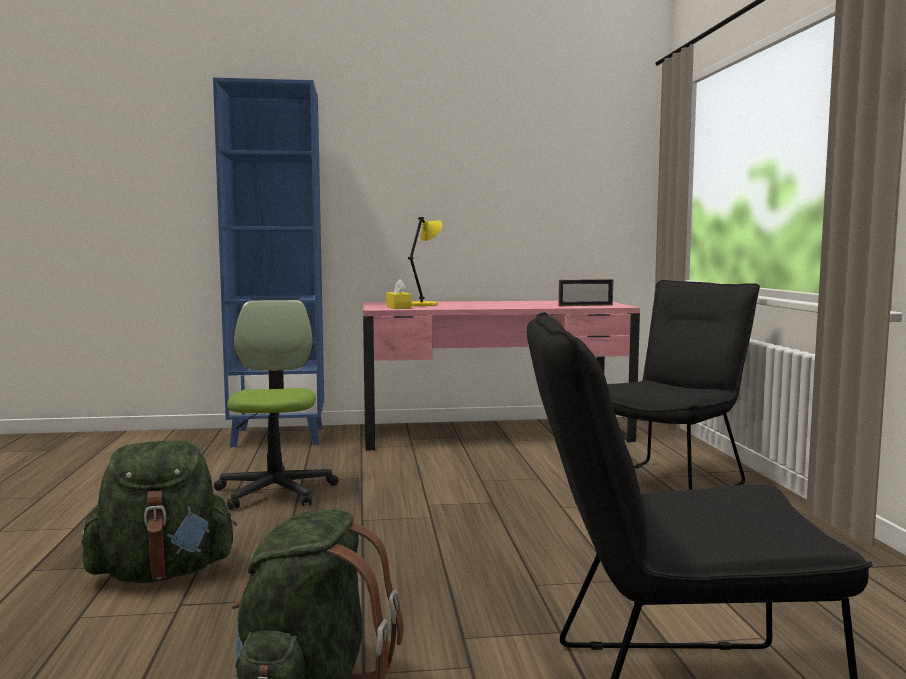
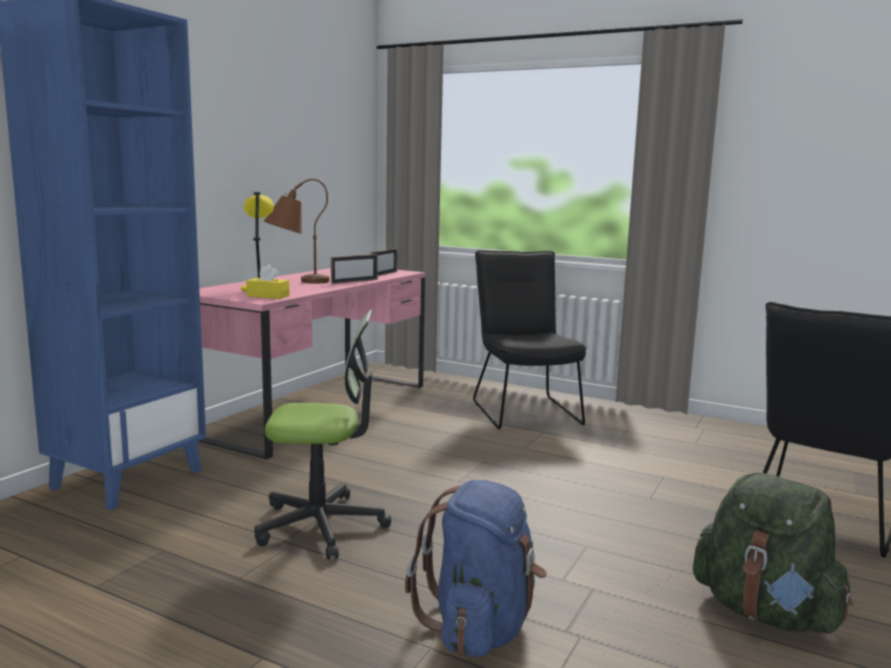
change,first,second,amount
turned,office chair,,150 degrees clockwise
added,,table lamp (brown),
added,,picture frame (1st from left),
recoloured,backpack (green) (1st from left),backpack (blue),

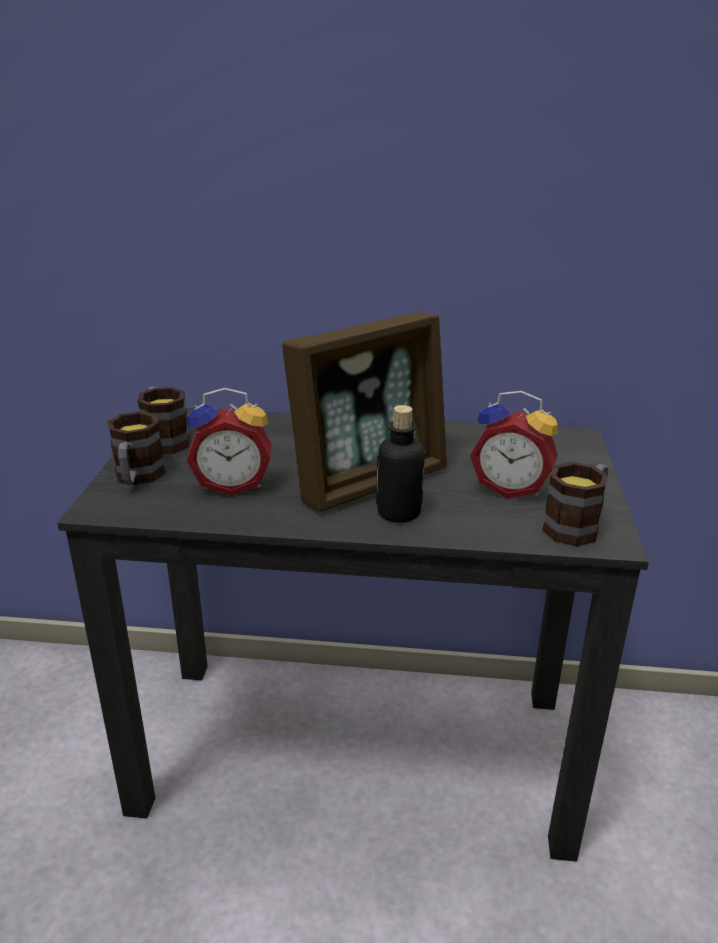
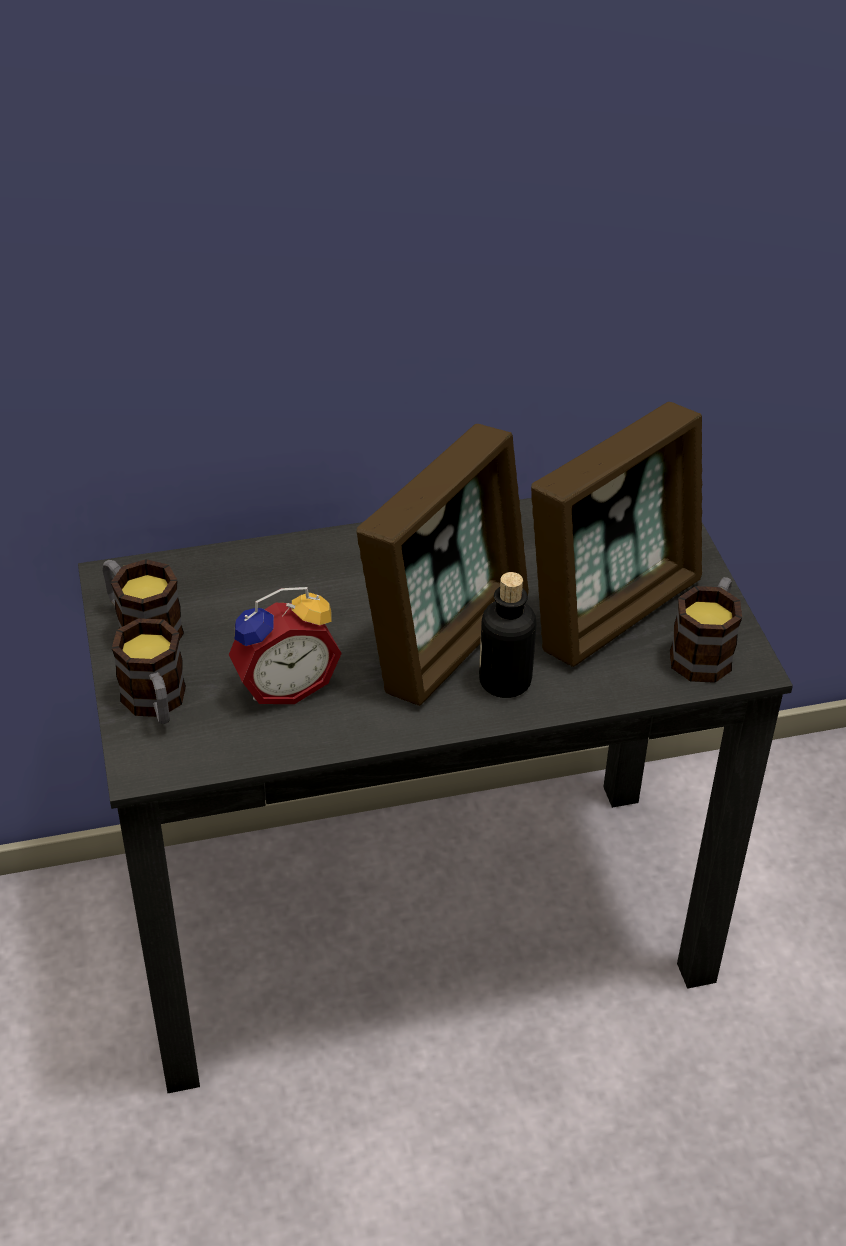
change,first,second,amount
replaced,alarm clock (2nd from left),picture frame (2nd from left),

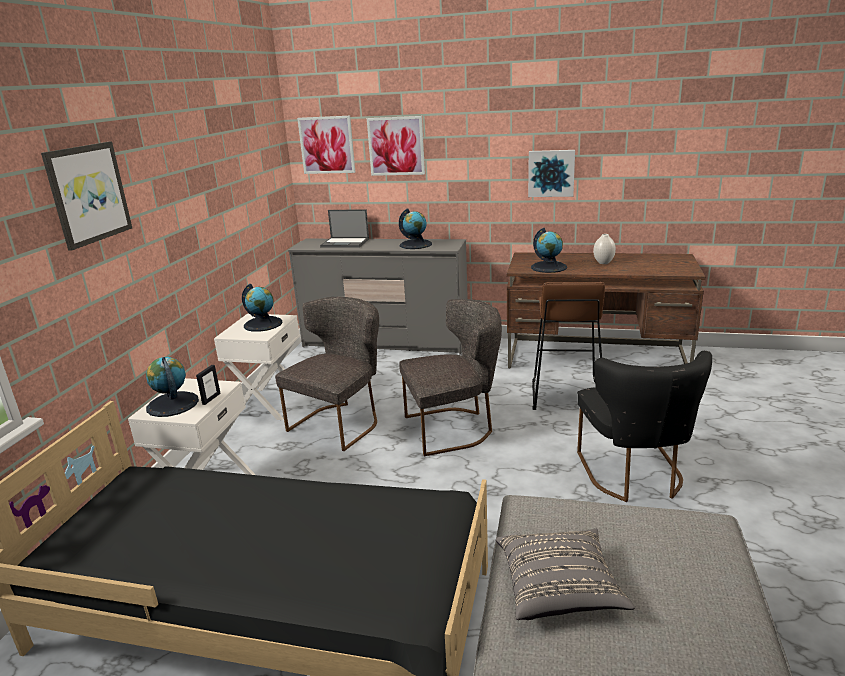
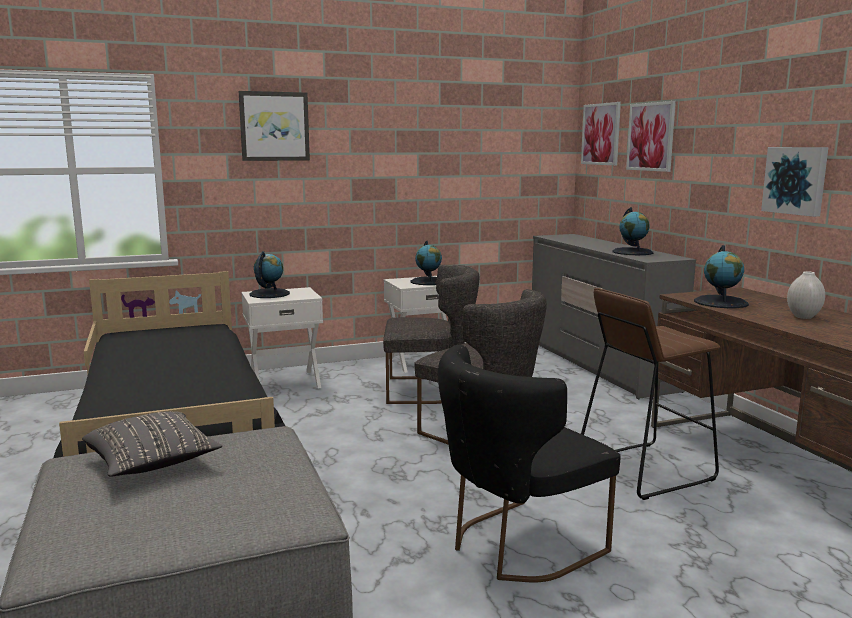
change,first,second,amount
removed,picture frame,,
removed,laptop,,

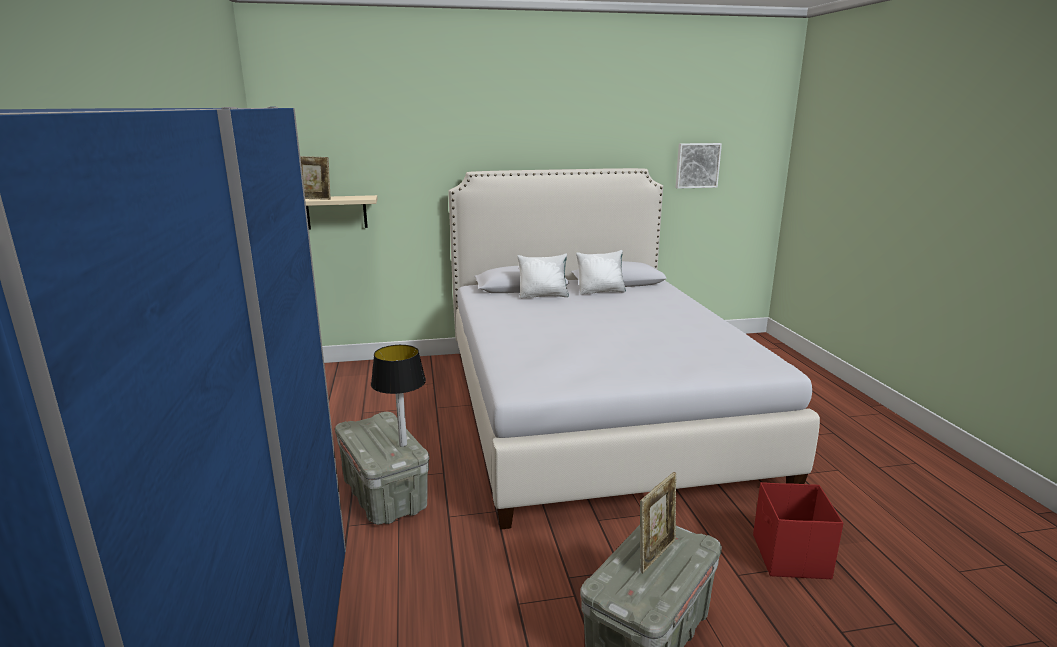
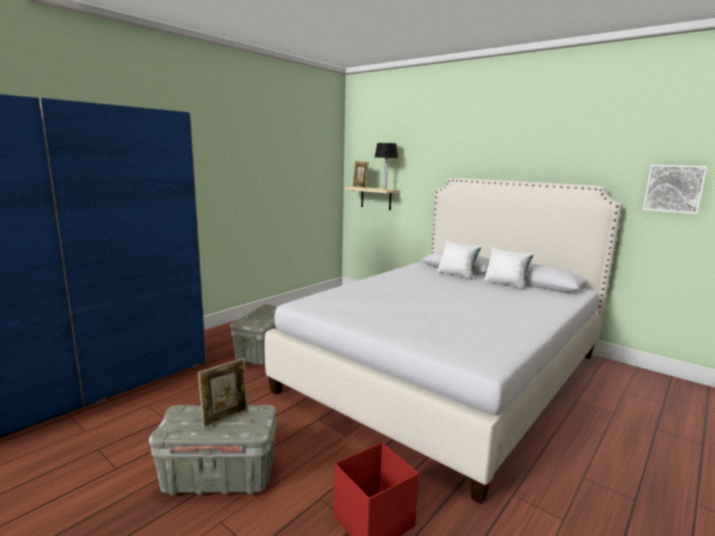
change,first,second,amount
turned,picture frame (2nd from left in the first image),picture frame (1st from left),45 degrees counterclockwise
moved,table lamp,,

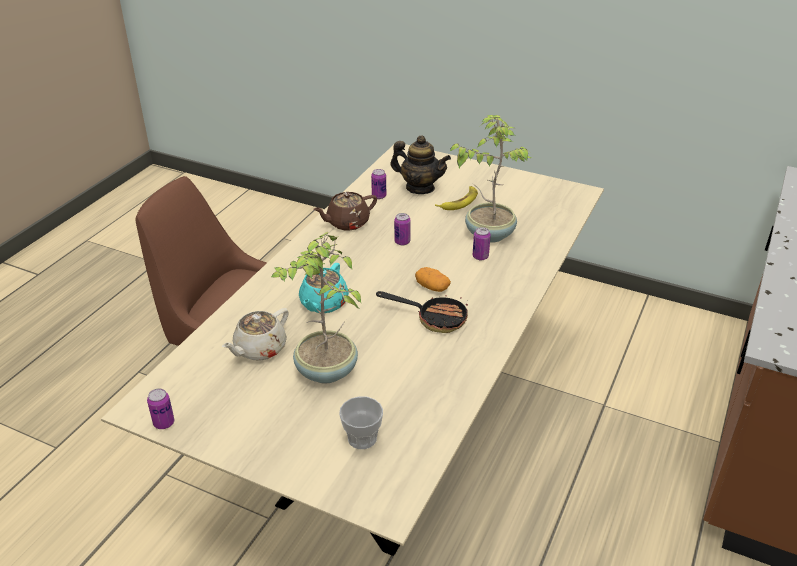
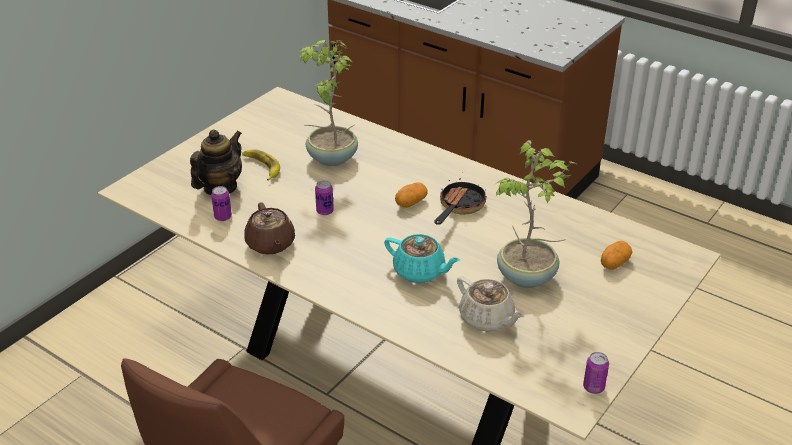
change,first,second,amount
replaced,cup,potato (2nd from left),
removed,can (4th from left),,

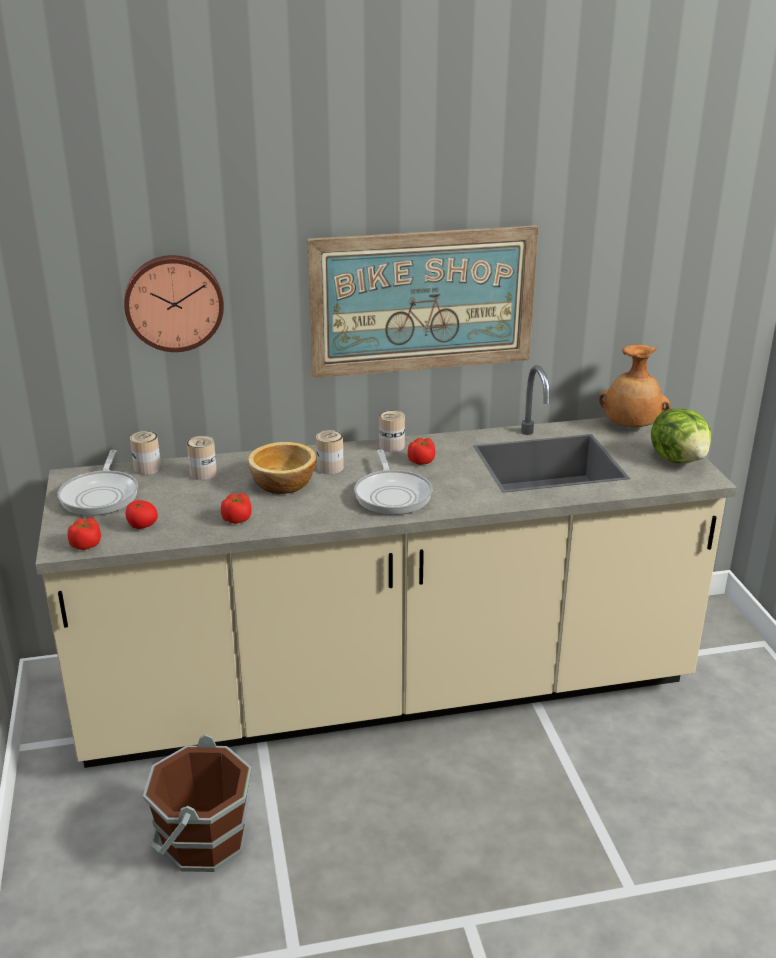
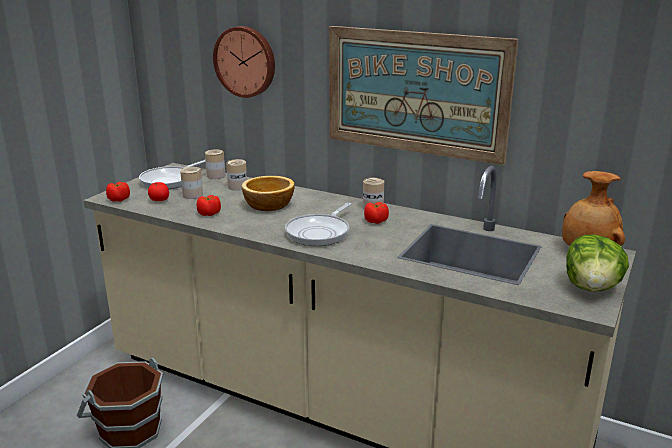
change,first,second,amount
moved,can (3rd from left in the first image),can (1st from left),

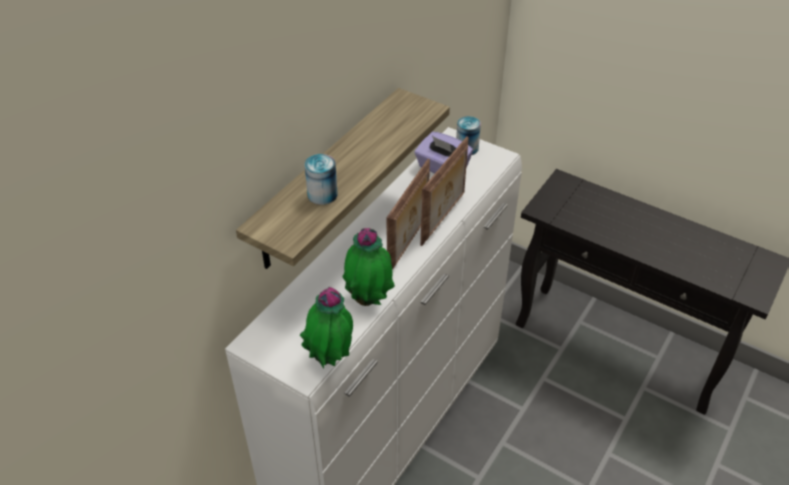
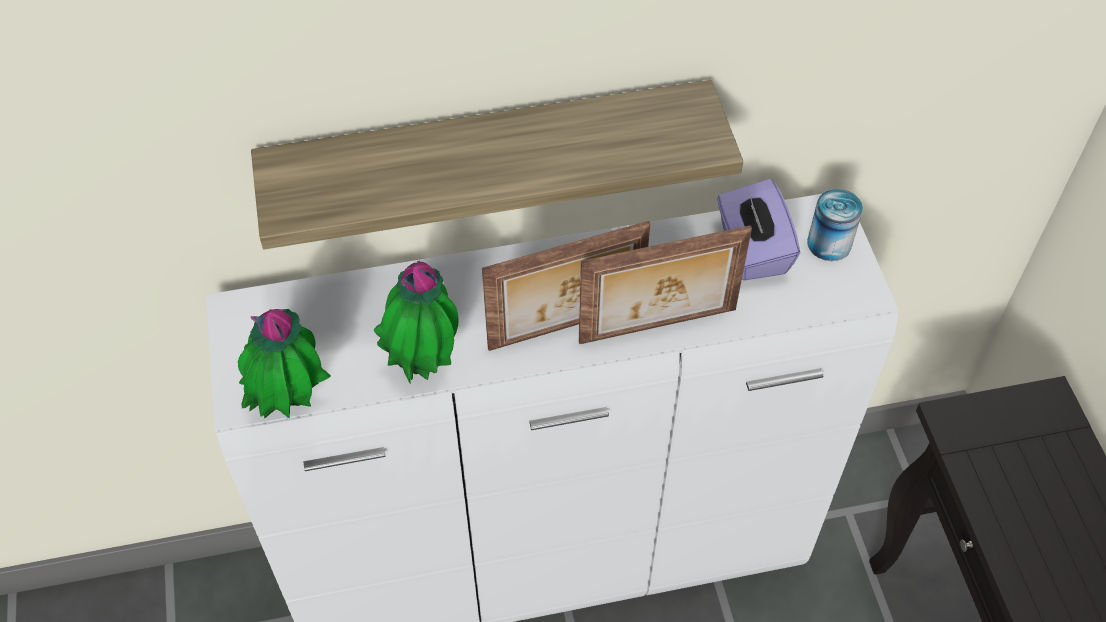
change,first,second,amount
removed,can (1st from left),,

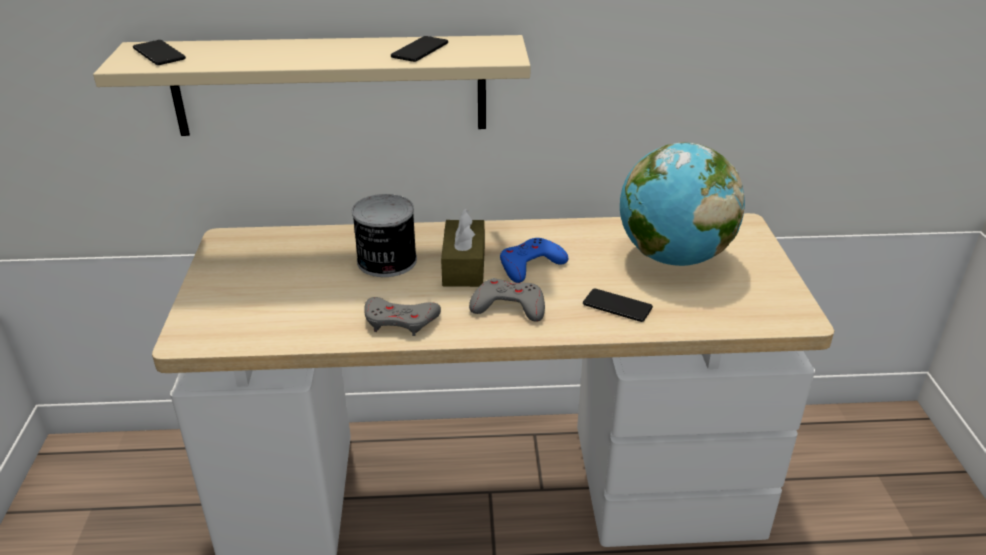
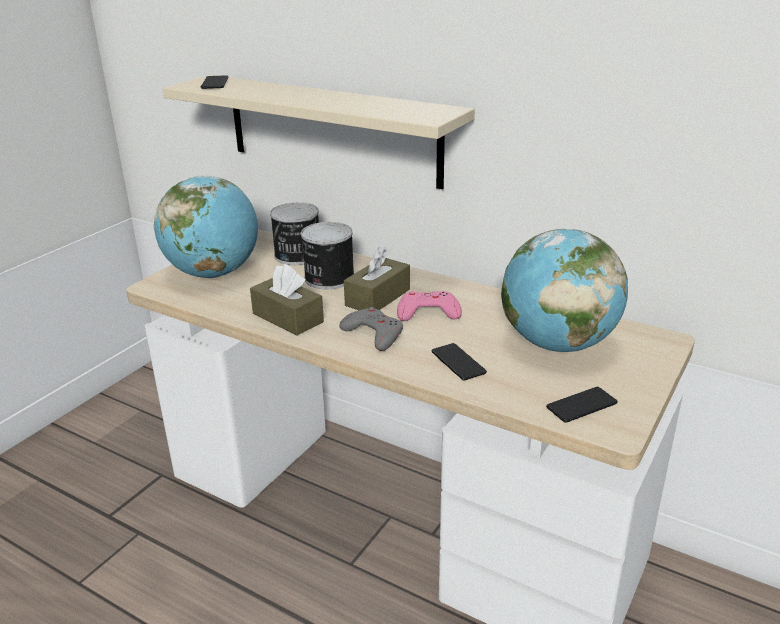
change,first,second,amount
added,,globe (1st from left),
replaced,game controller (grey) (1st from left),tissue box (brown) (1st from left),
added,,can (1st from left),
recoloured,game controller (blue),game controller (pink),
moved,phone (2nd from left in the first image),phone (3rd from left),

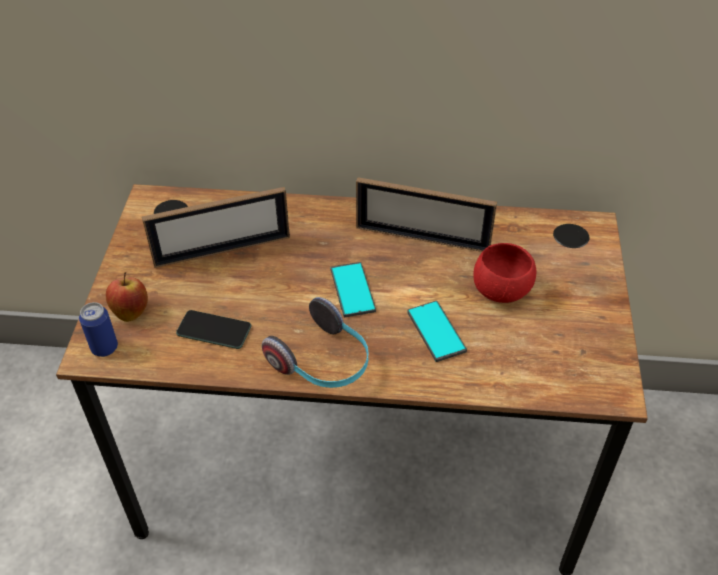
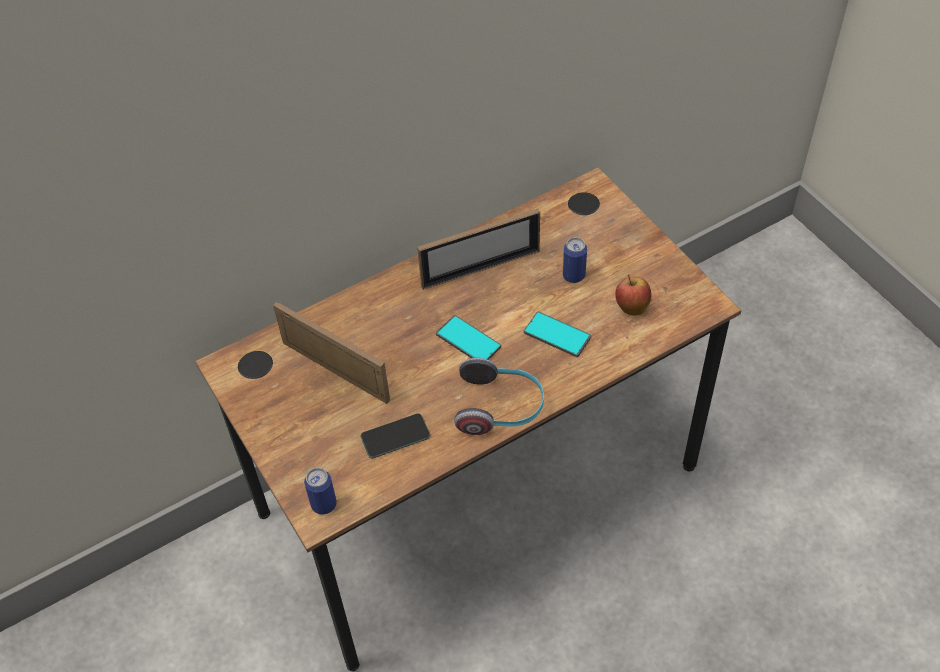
change,first,second,amount
turned,picture frame (1st from left),,90 degrees counterclockwise
replaced,bowl (red),can (2nd from left),
moved,apple,,

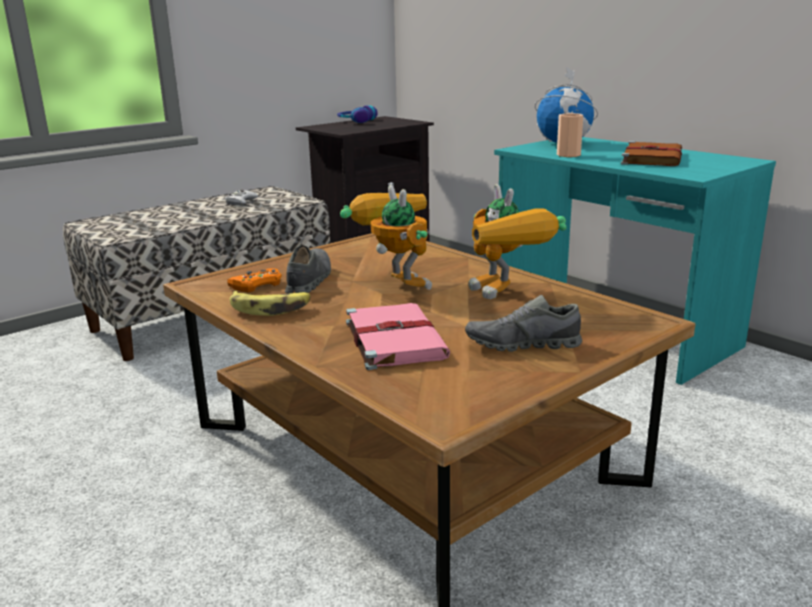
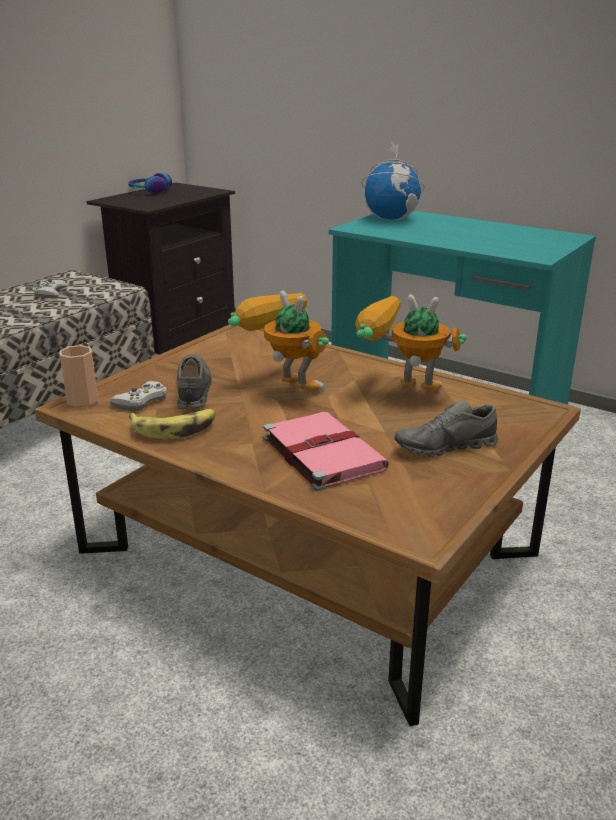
change,first,second,amount
moved,cup,,
recoloured,game controller (orange),game controller (white) (2nd from left),
turned,toy robot (2nd from left),,150 degrees clockwise
removed,book (brown),,

